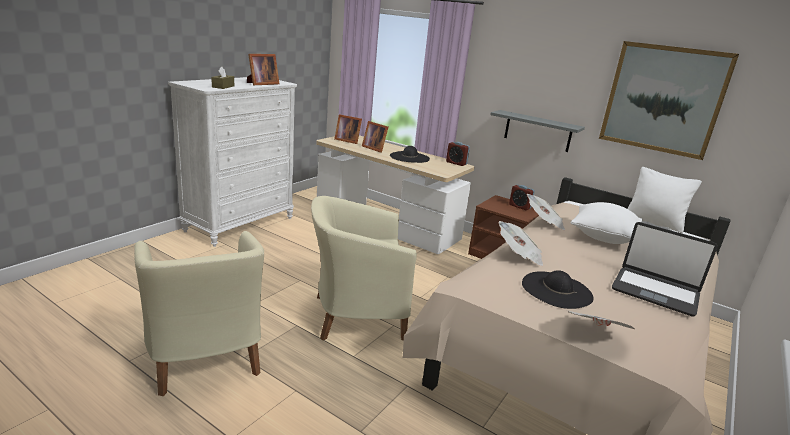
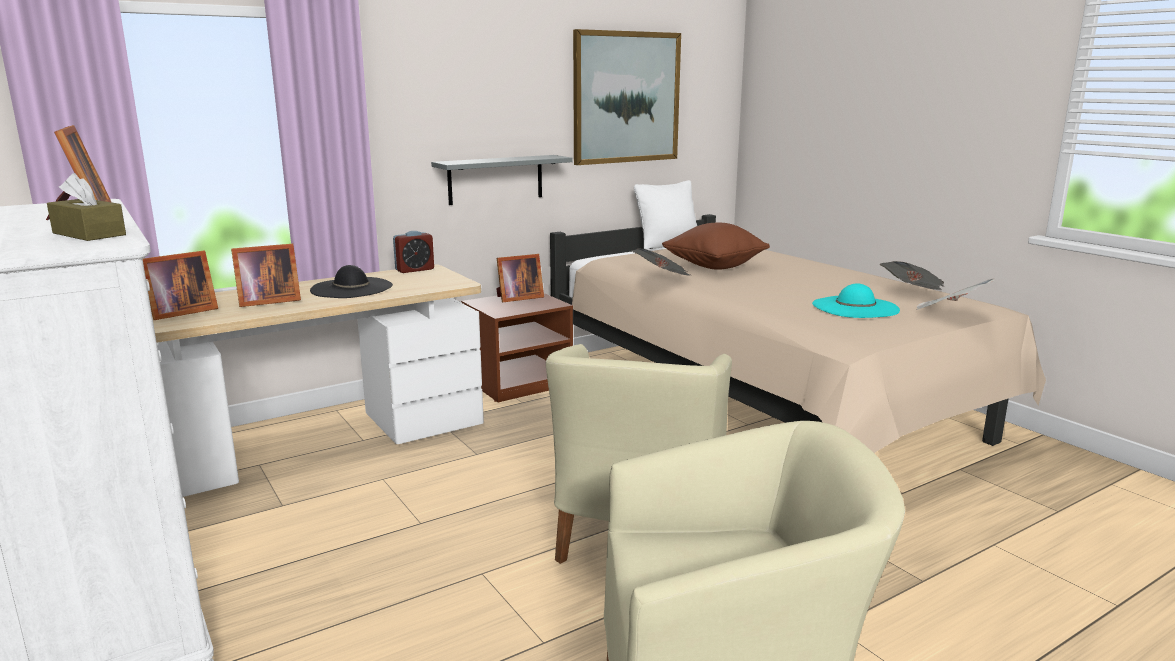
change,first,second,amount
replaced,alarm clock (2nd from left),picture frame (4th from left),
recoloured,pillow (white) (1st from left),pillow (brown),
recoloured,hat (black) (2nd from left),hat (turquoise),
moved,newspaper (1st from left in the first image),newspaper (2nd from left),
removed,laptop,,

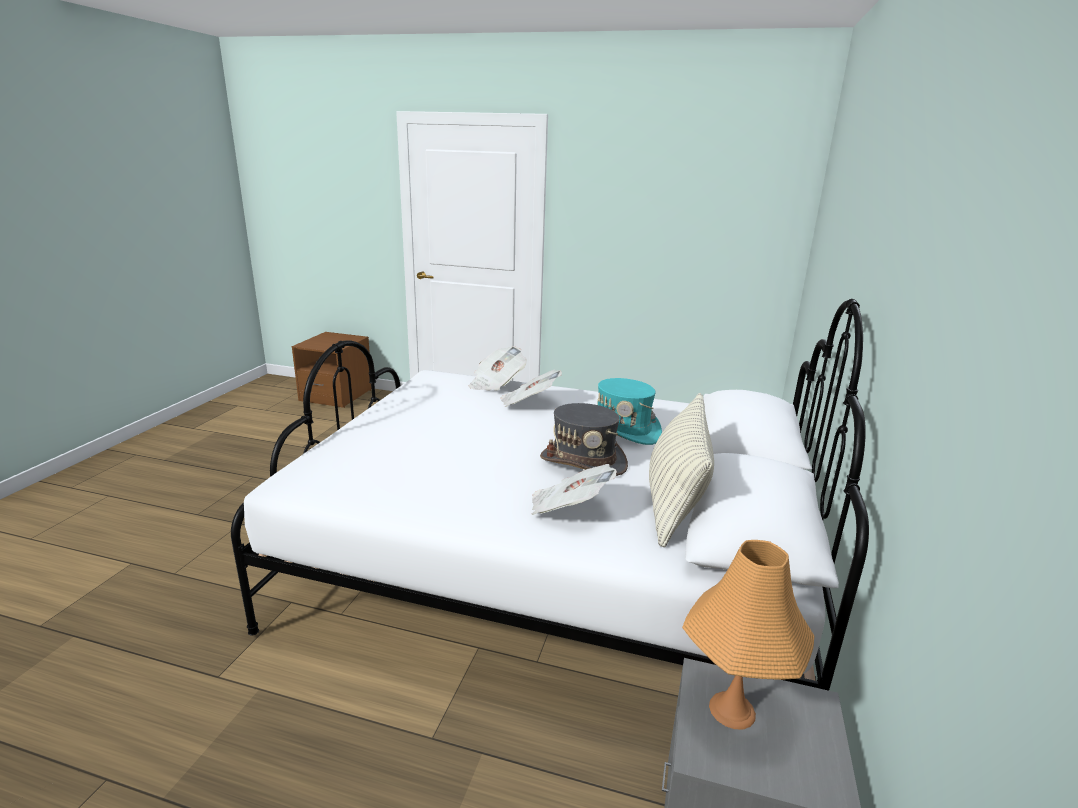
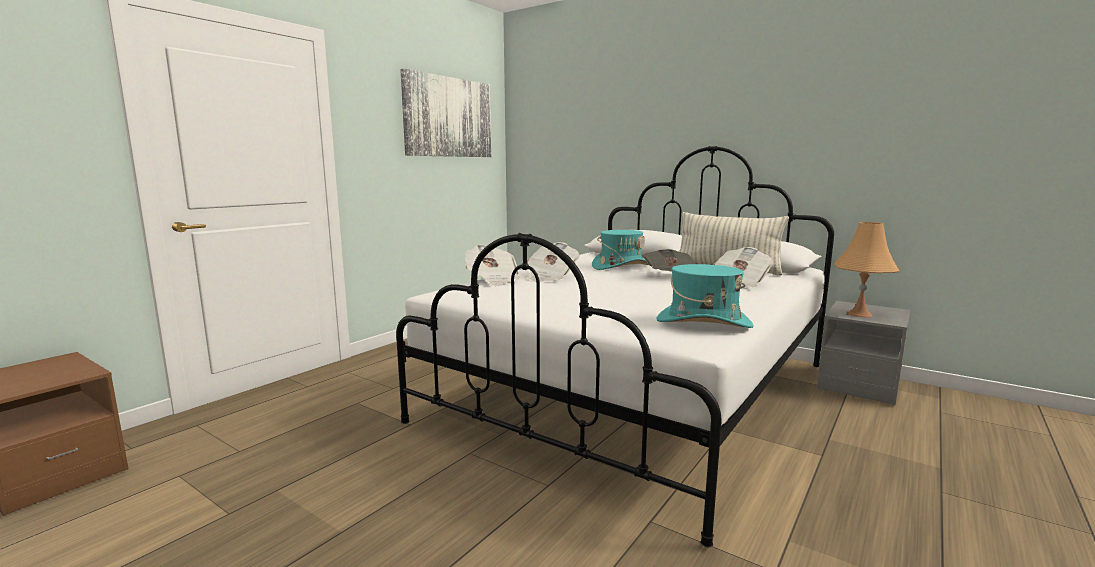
change,first,second,amount
added,,picture,
replaced,hat (grey),newspaper (3rd from left),
added,,hat (turquoise) (2nd from left),

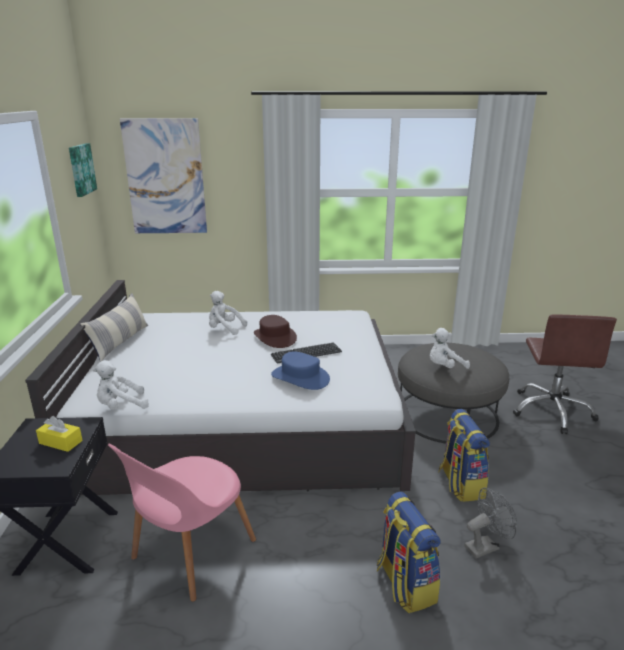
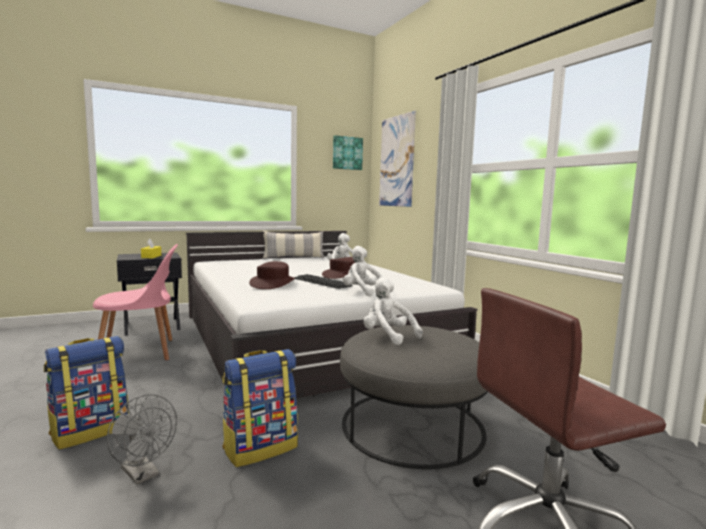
change,first,second,amount
turned,chair (pink),,150 degrees clockwise
recoloured,hat (blue),hat (brown) (1st from left),
moved,plush toy (white) (1st from left in the first image),plush toy (white) (2nd from left),

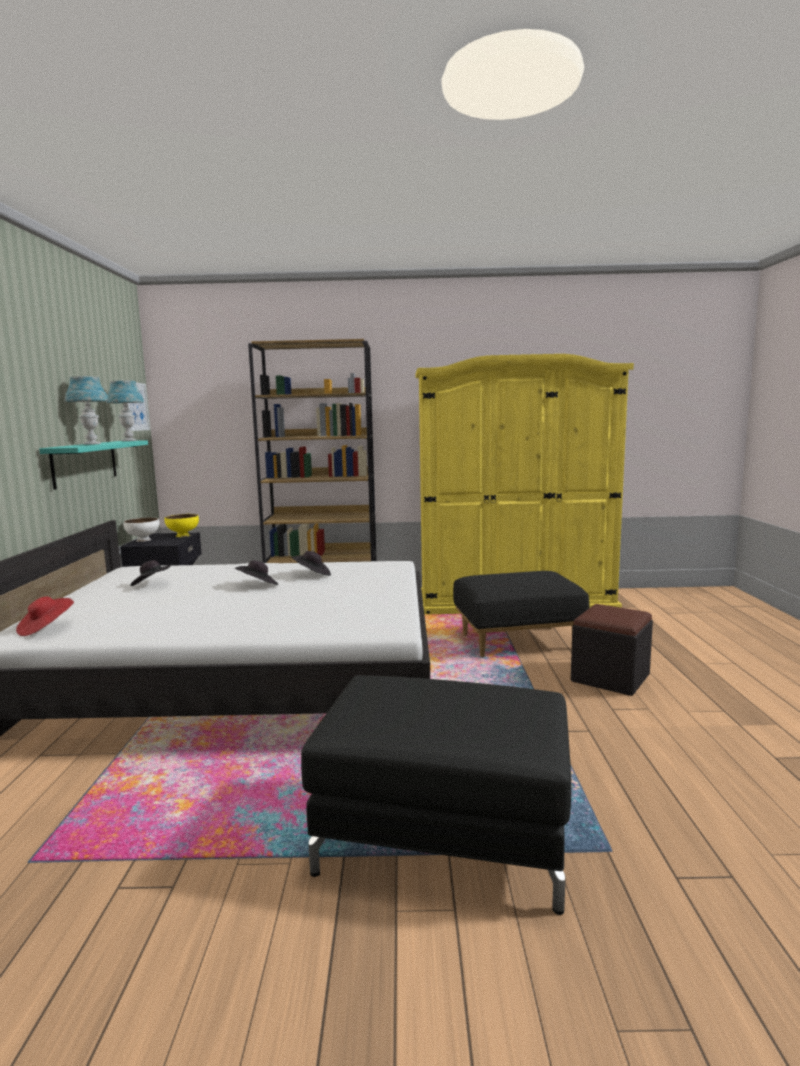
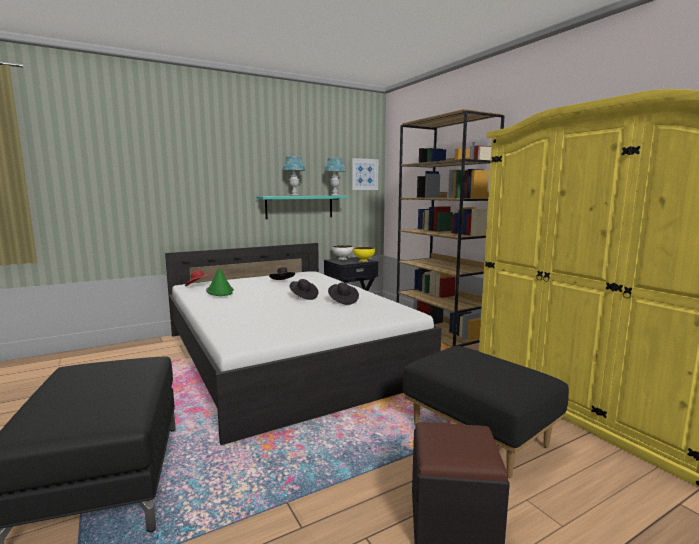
change,first,second,amount
added,,hat (green),

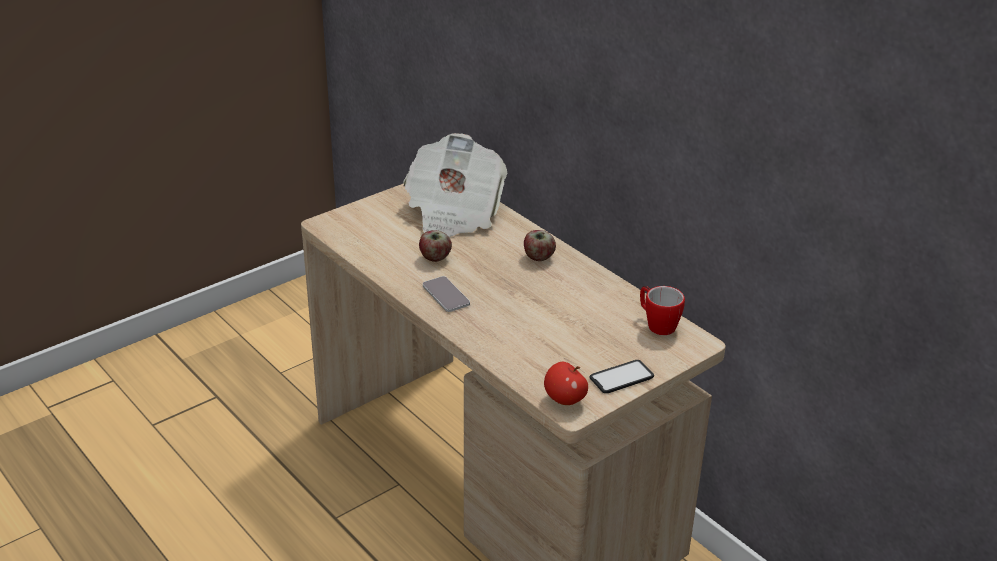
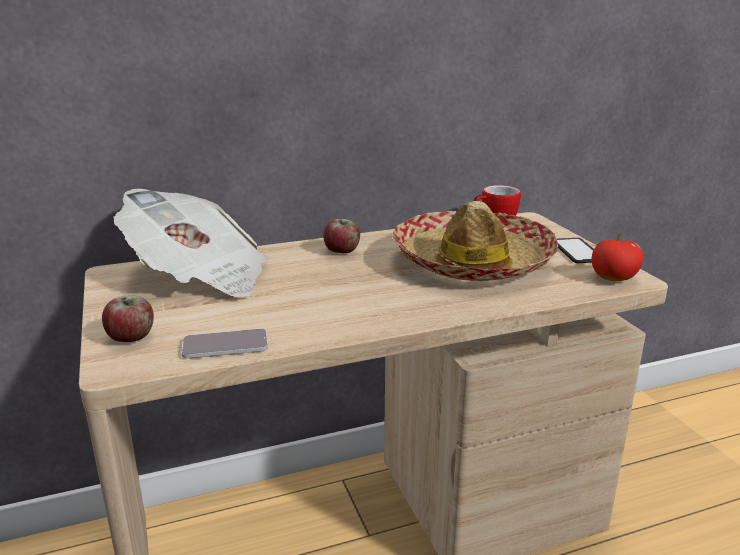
change,first,second,amount
moved,apple (1st from left),,
moved,phone (1st from left),,
added,,hat,

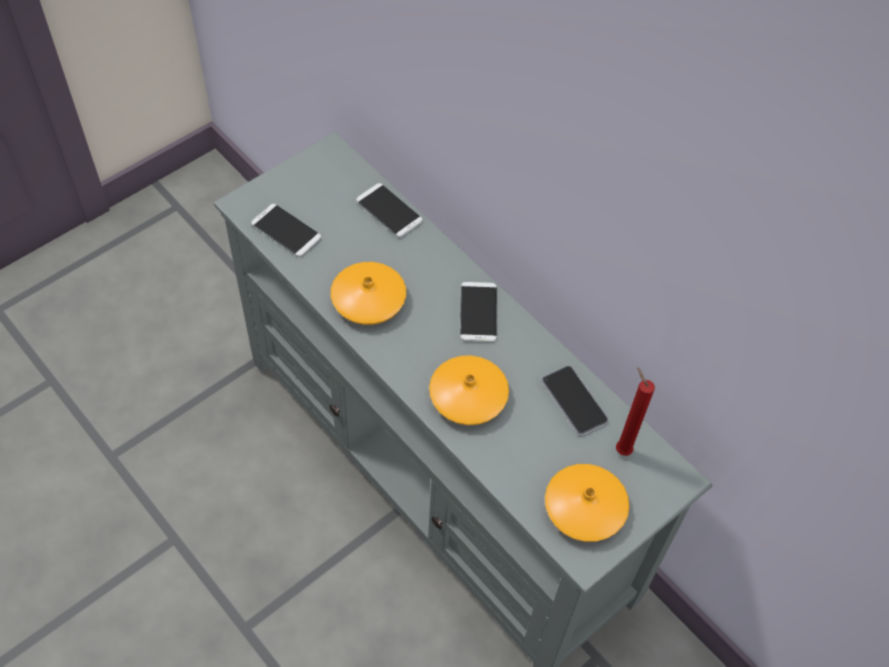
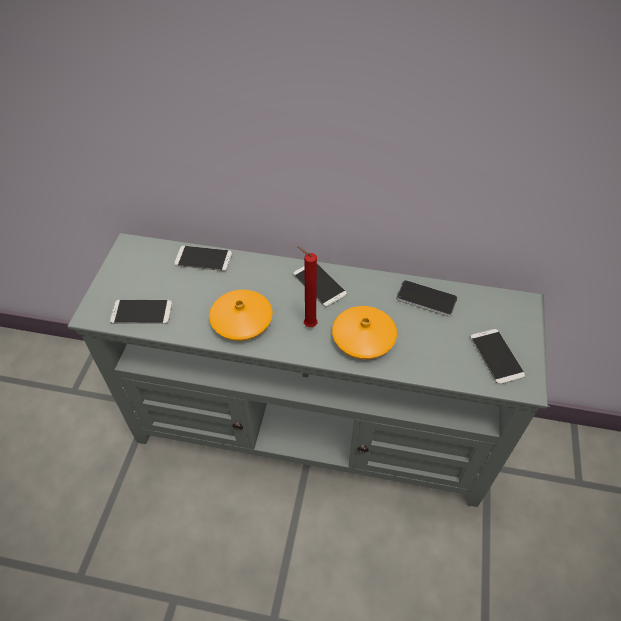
change,first,second,amount
moved,candle (red),,
replaced,vase (orange) (3rd from left),phone (5th from left),

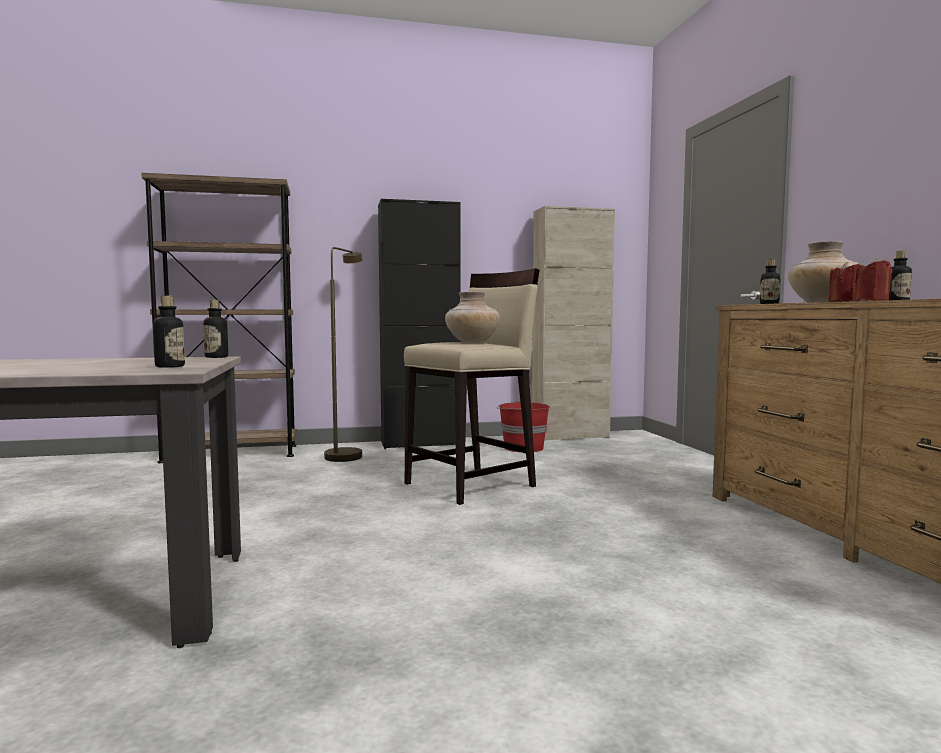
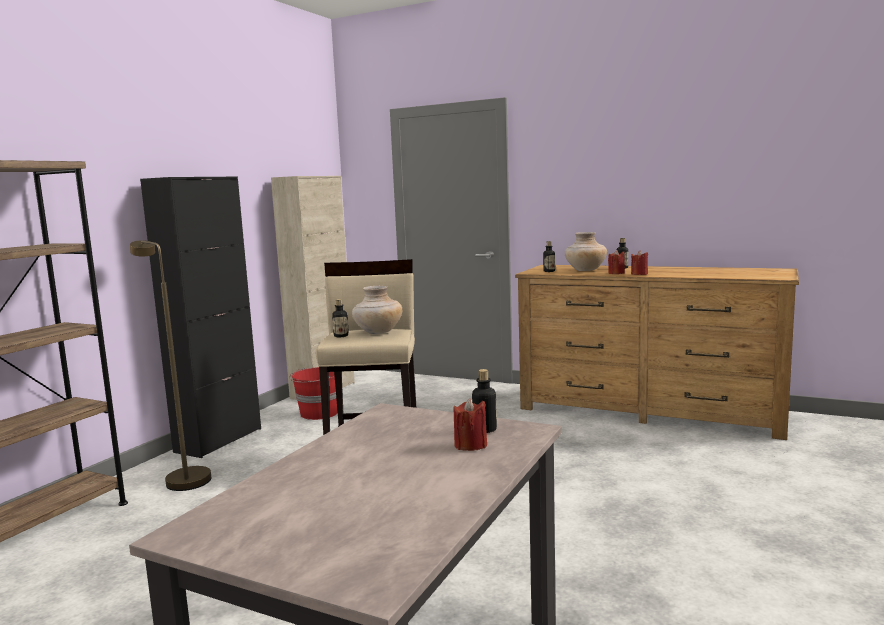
change,first,second,amount
moved,bottle (2nd from left in the first image),bottle (1st from left),
added,,candle (red) (1st from left),

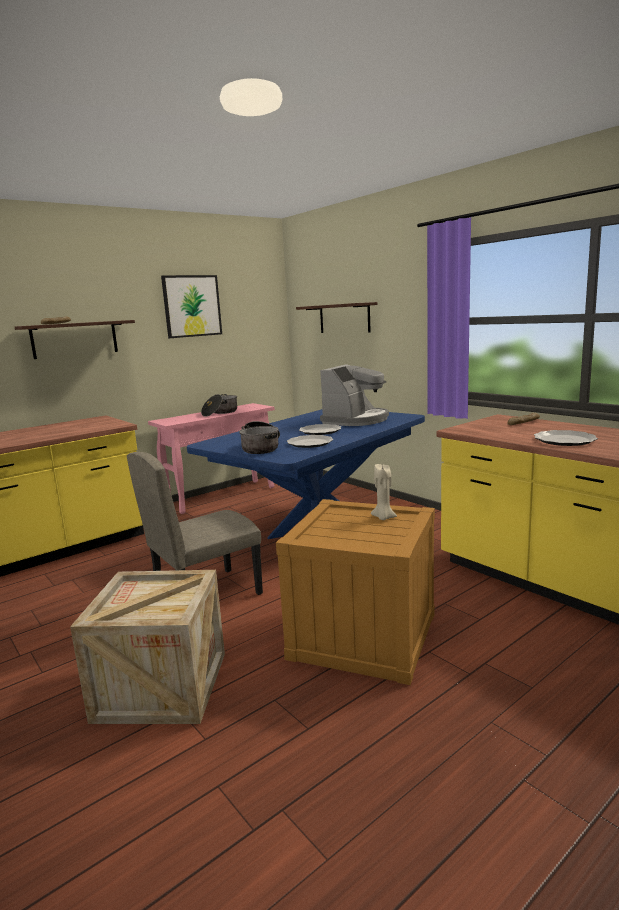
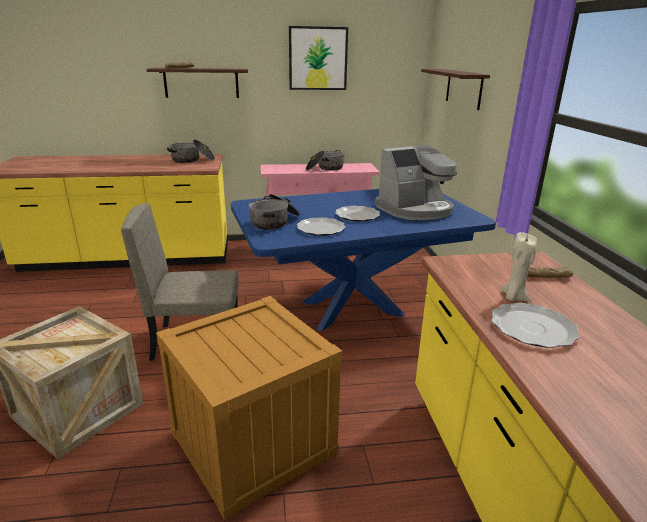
change,first,second,amount
added,,cooking pot (1st from left),
moved,candle (beige),,

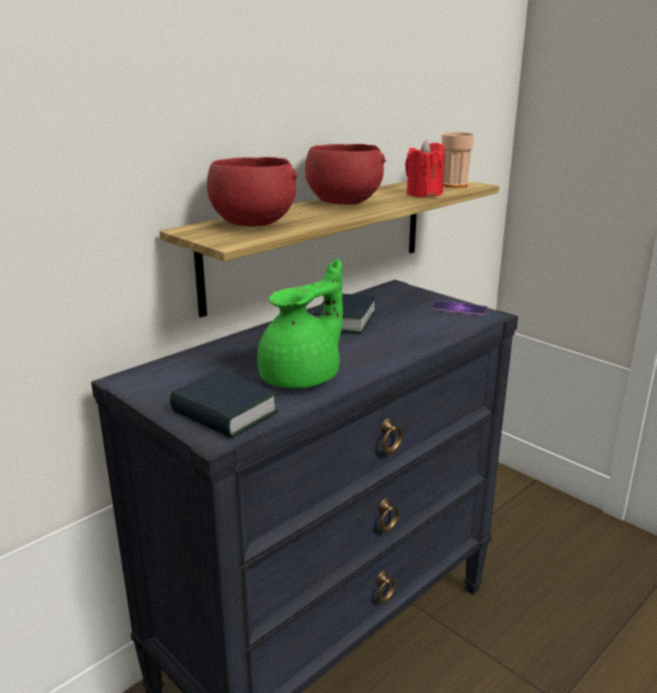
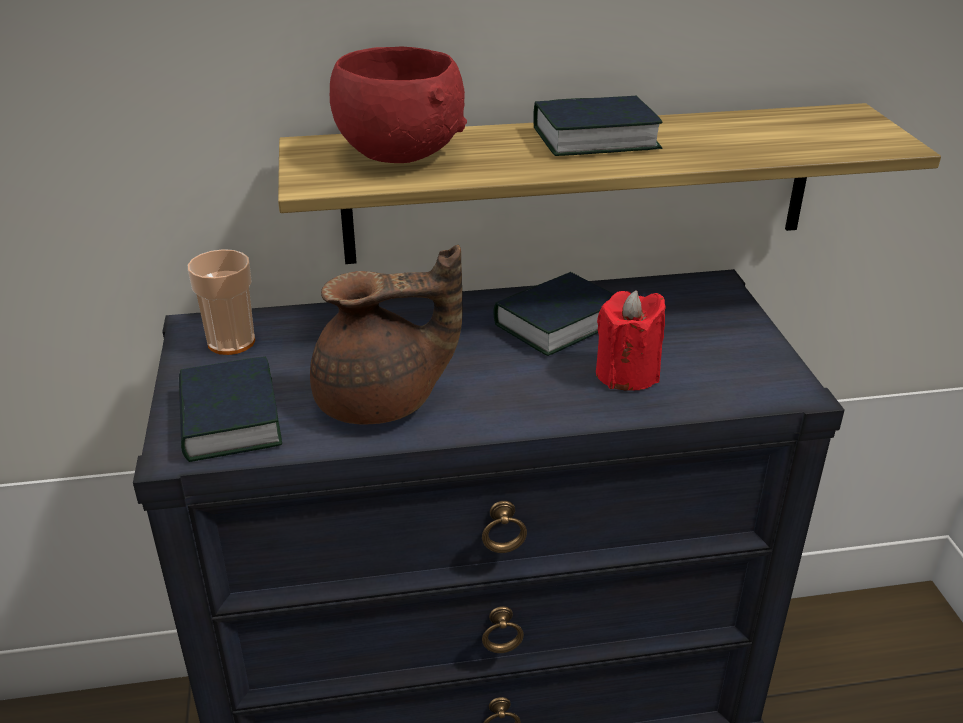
change,first,second,amount
moved,cup,,
recoloured,teapot (green),teapot (brown),
replaced,bowl (red) (2nd from left),book (3rd from left),
moved,candle (red),,
removed,phone,,

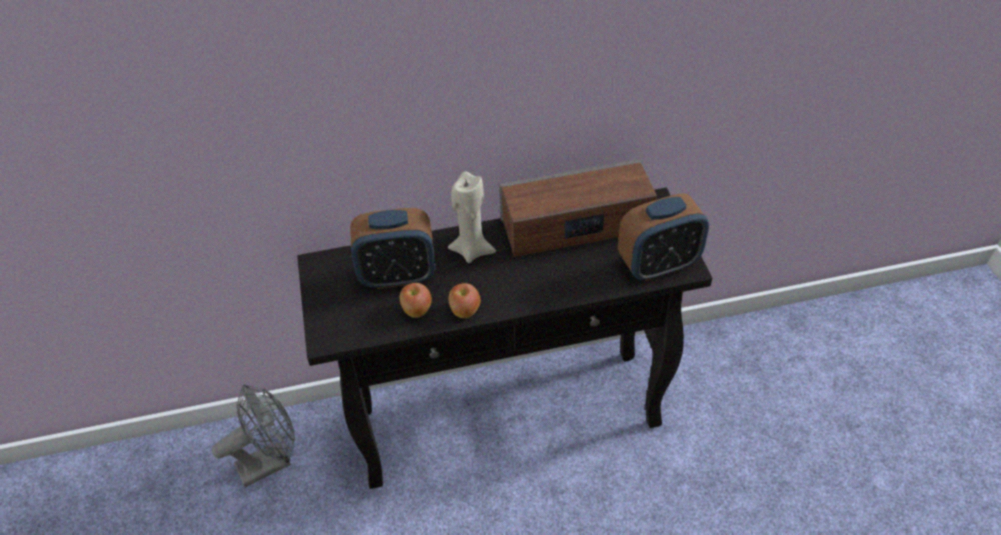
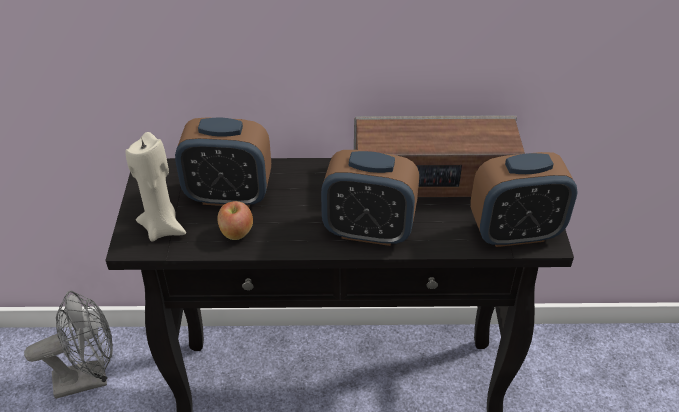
change,first,second,amount
moved,candle (beige),,
added,,alarm clock (2nd from left),
removed,apple (2nd from left),,

